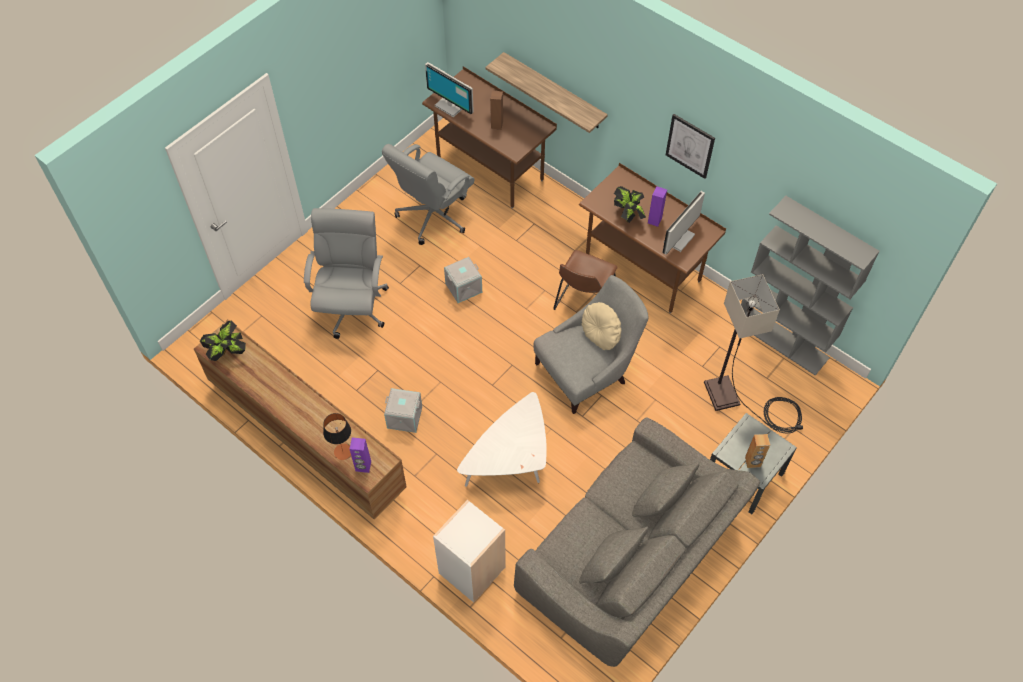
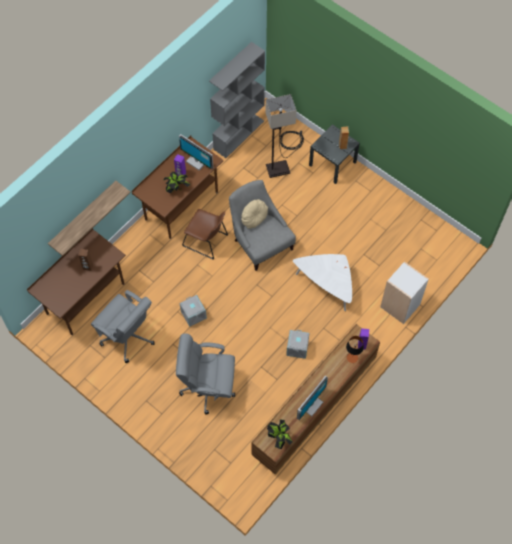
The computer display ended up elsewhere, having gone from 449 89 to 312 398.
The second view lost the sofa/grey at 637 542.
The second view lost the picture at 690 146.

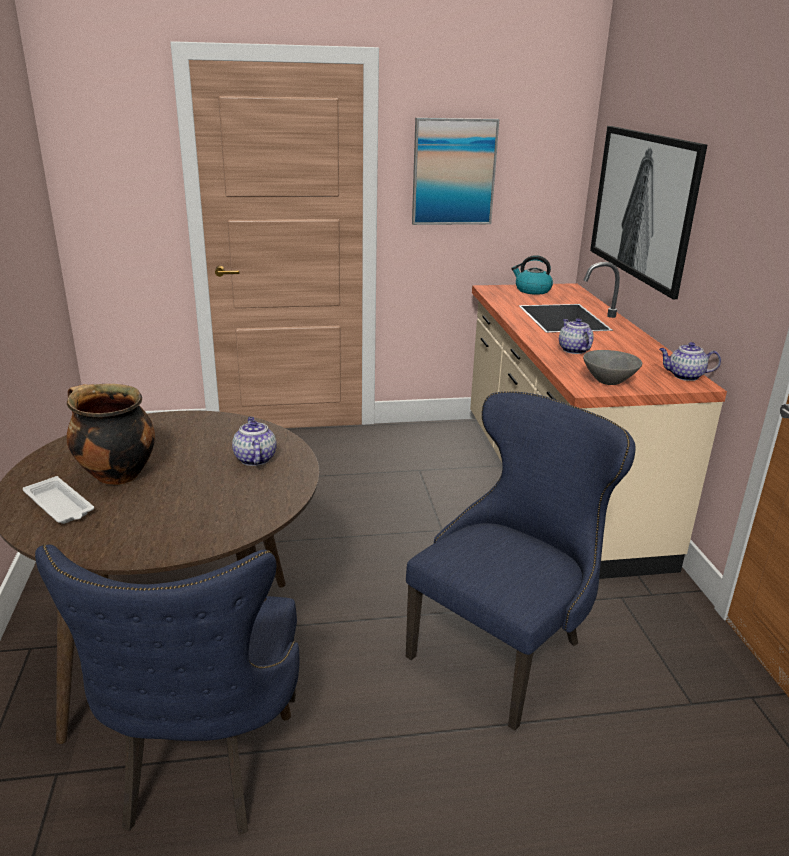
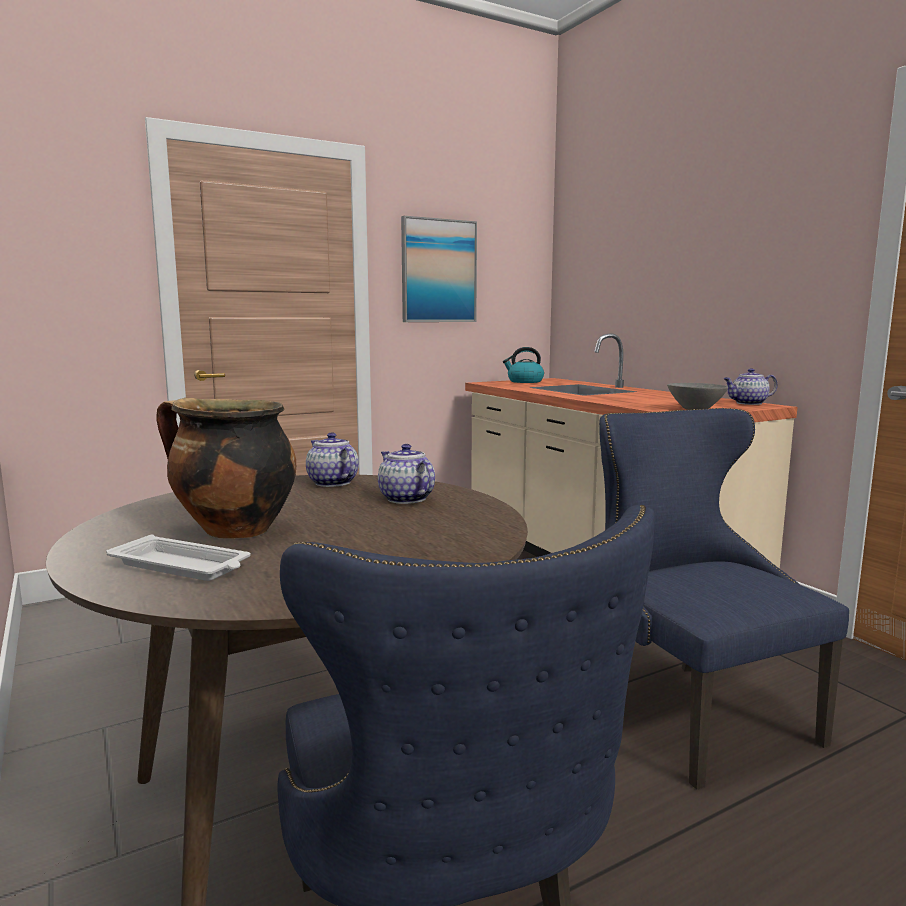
The teapot ended up elsewhere, having gone from 576 336 to 332 459.
The upright chair/blue-coloured at 520 561 ended up facing another way, 45 degrees counterclockwise from before.
The second view lost the picture at 648 212.

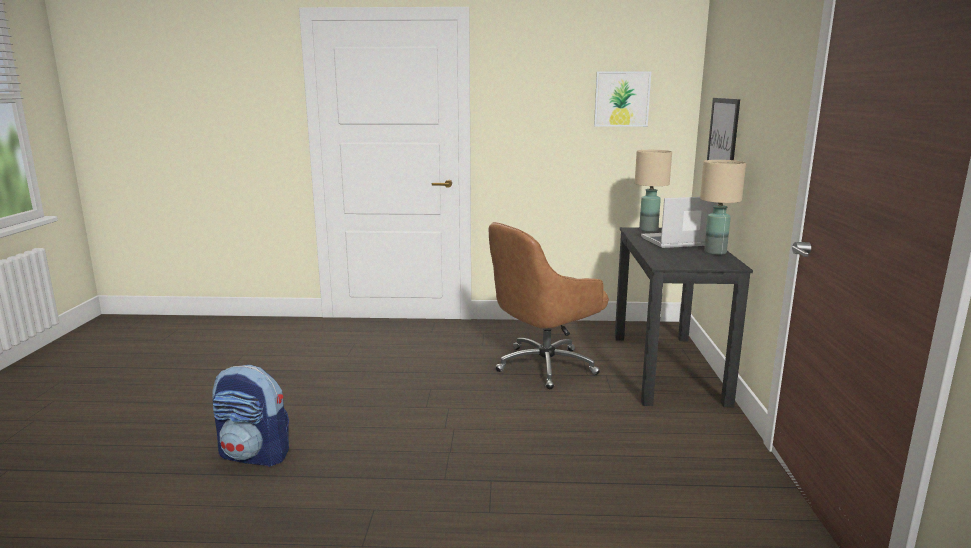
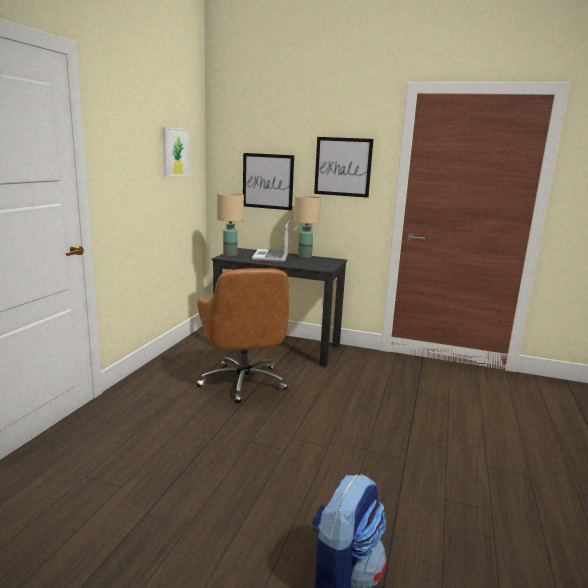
The second view gained the picture at 344 167.

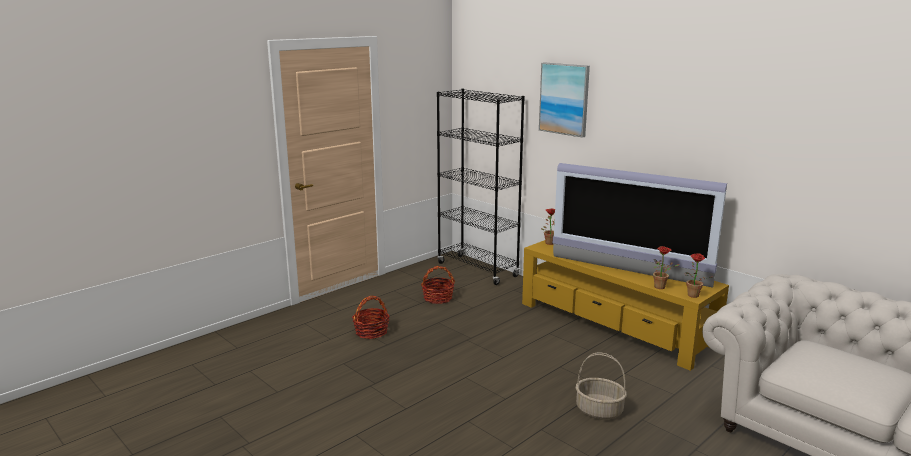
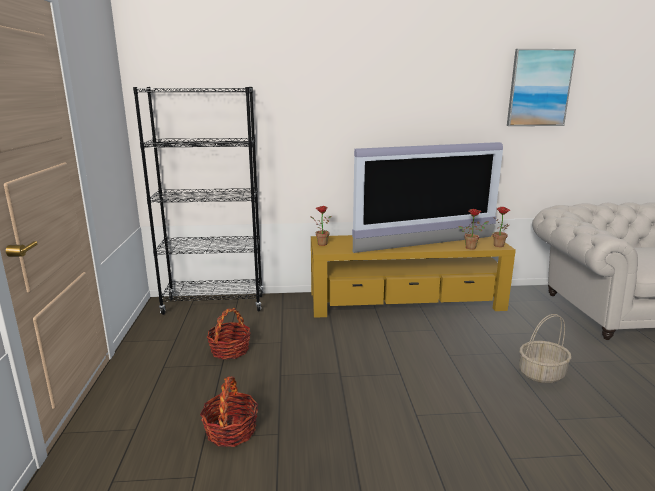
The picture ended up elsewhere, having gone from 564 100 to 541 87.

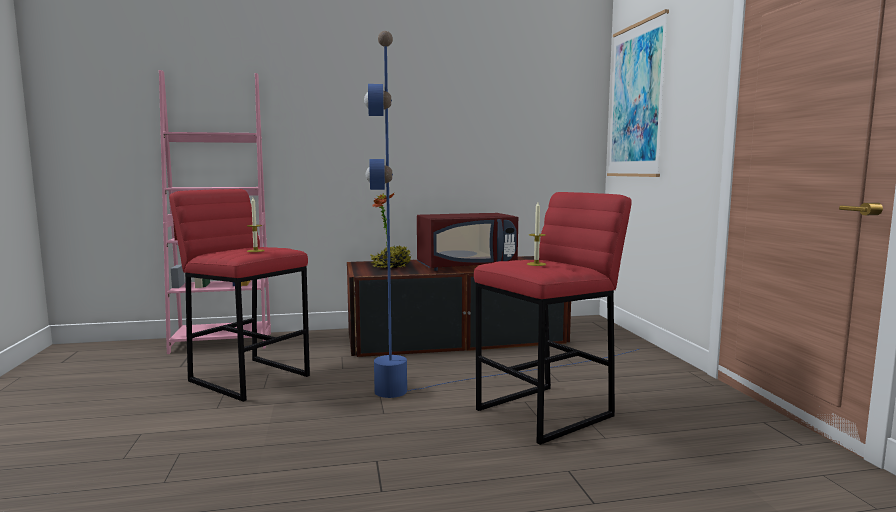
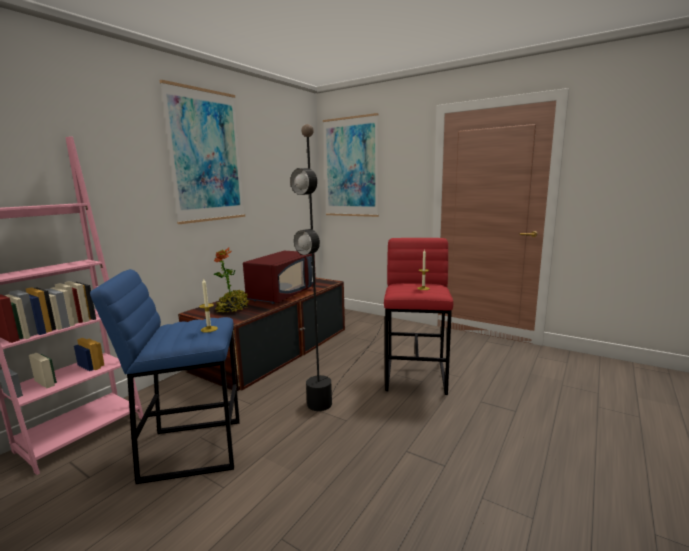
What was the stool/reddish at 239 295 turned into the stool/blue-coloured at 165 376.
The second view gained the picture at 202 152.
What was the floor lamp/blue-coloured at 501 214 turned into the floor lamp/black-coloured at 336 267.

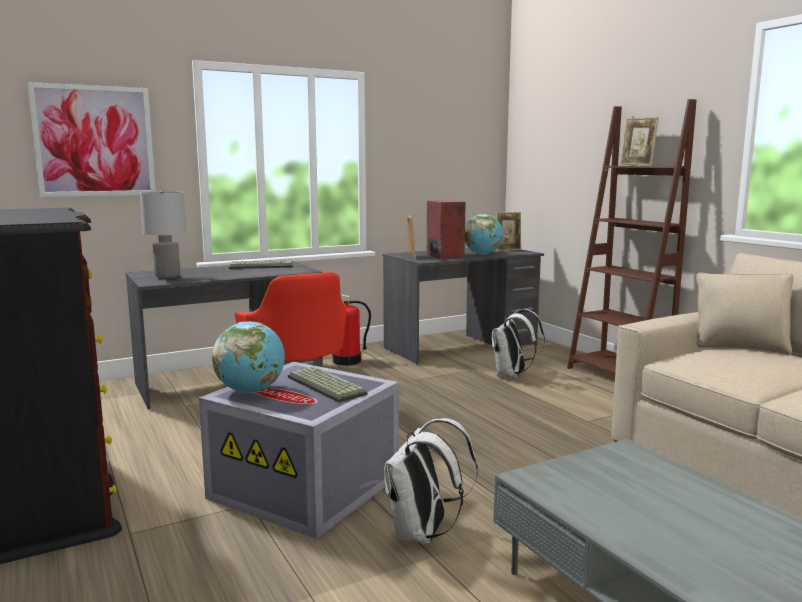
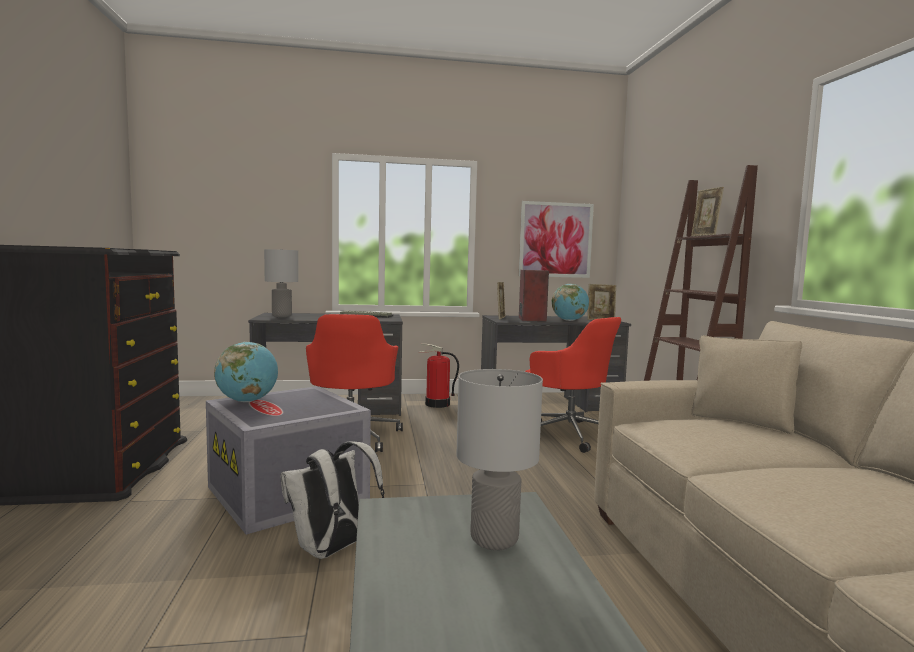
The second view gained the tabletop lamp/grey at 499 459.
The picture ended up elsewhere, having gone from 92 139 to 556 239.
Where the knapsack/whitish stood at 518 343, the computer chair/reddish came to stand at 573 385.
The second view lost the keyboard at 327 384.

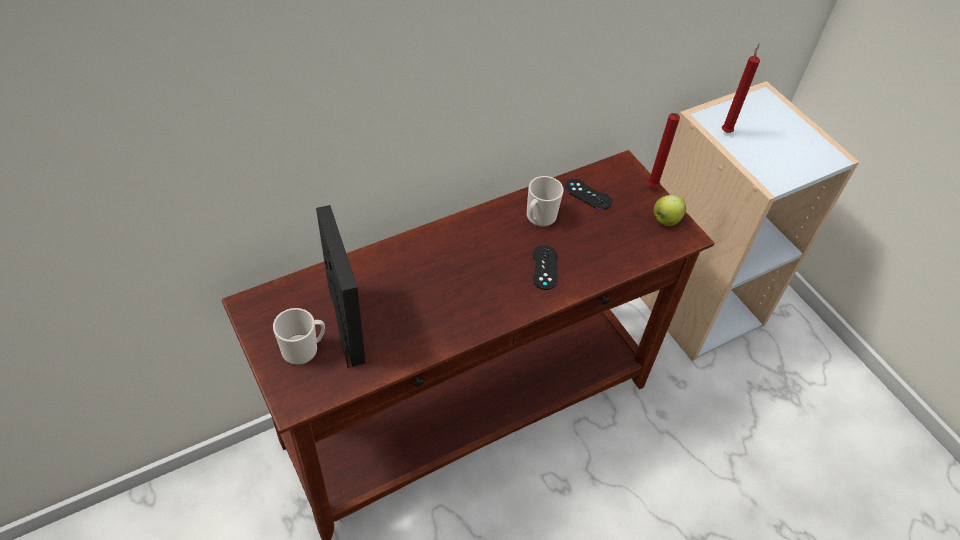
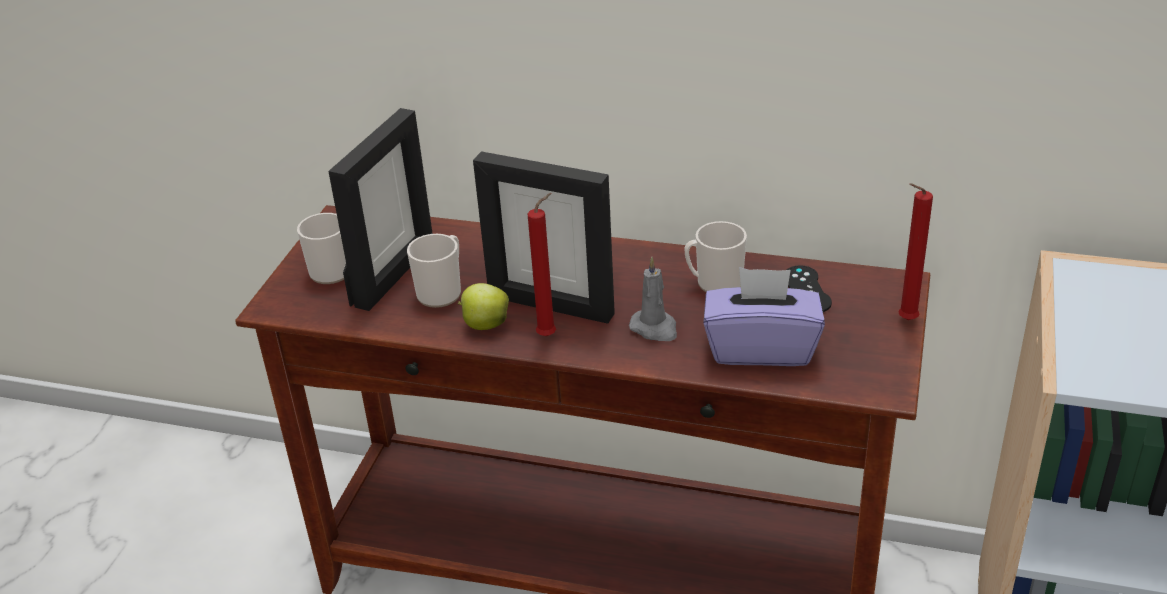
The second view gained the tea mug at 434 271.
The apple ended up elsewhere, having gone from 670 210 to 483 306.
The second view gained the standing frame at 544 237.
The candle/reddish ended up elsewhere, having gone from 741 88 to 542 265.
Where the joypad/black-coloured stood at 545 267, the candle/grey came to stand at 653 299.
The second view gained the tissue box/purple-coloured at 764 316.

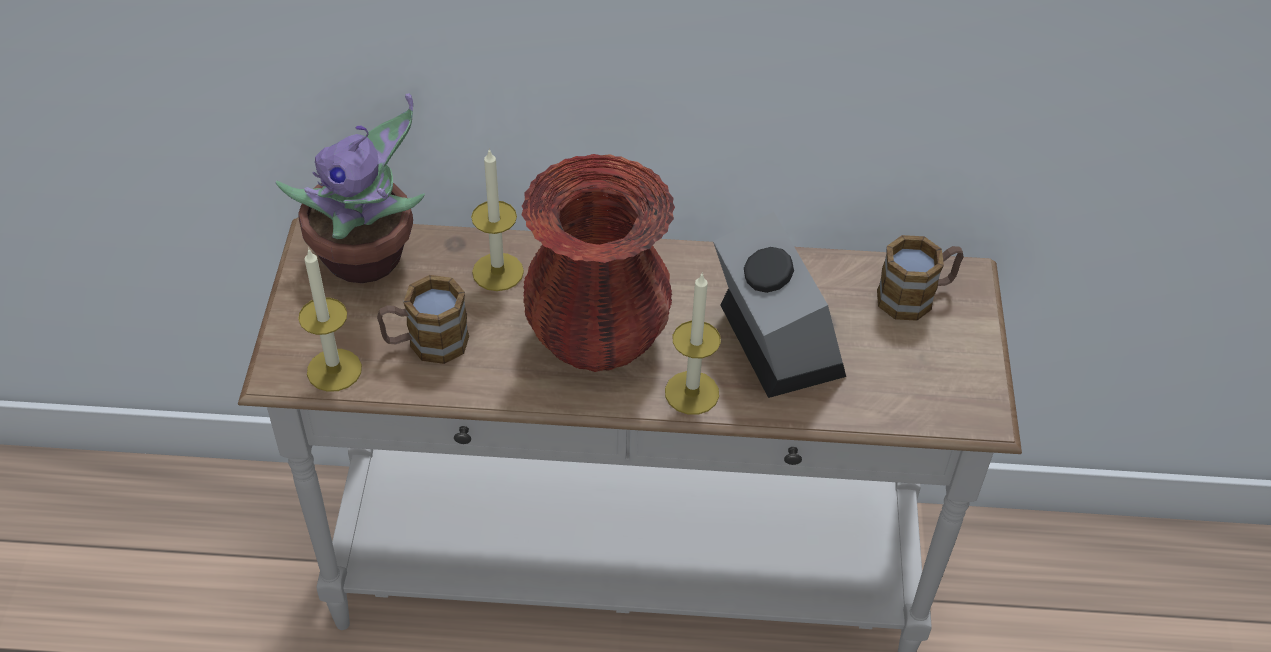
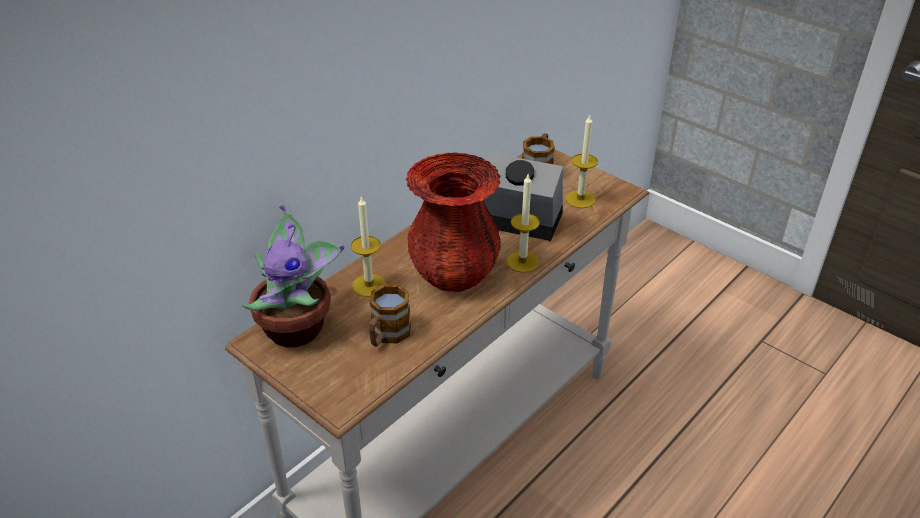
The candle ended up elsewhere, having gone from 330 320 to 582 161.

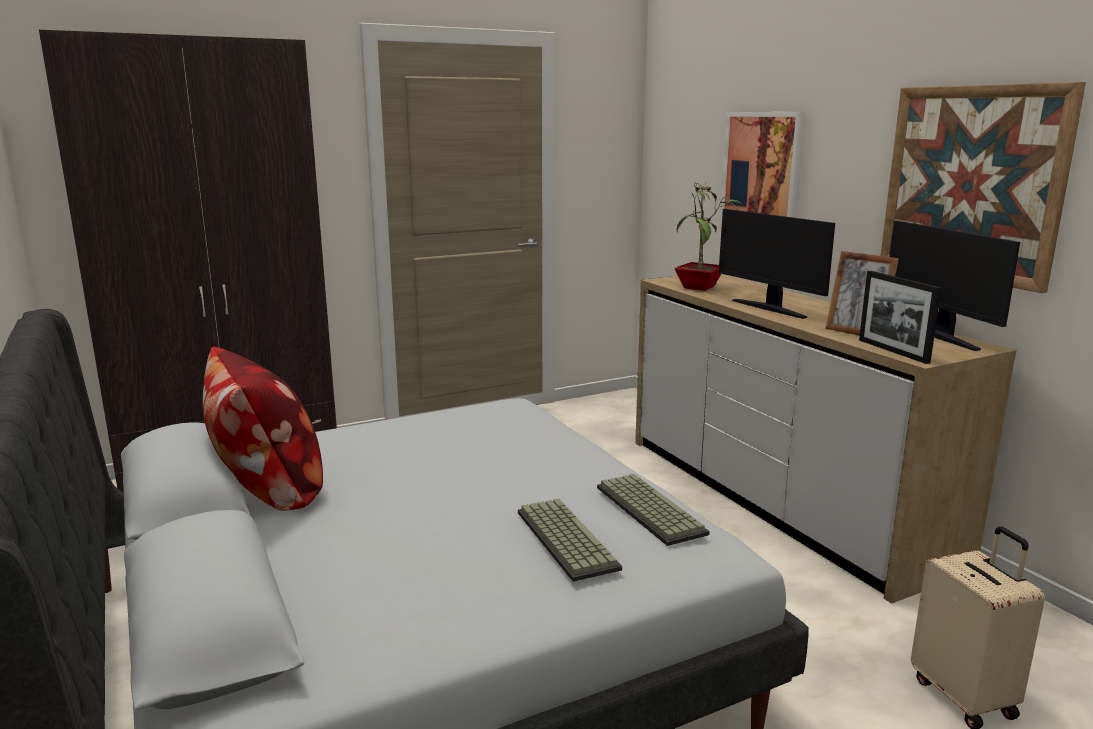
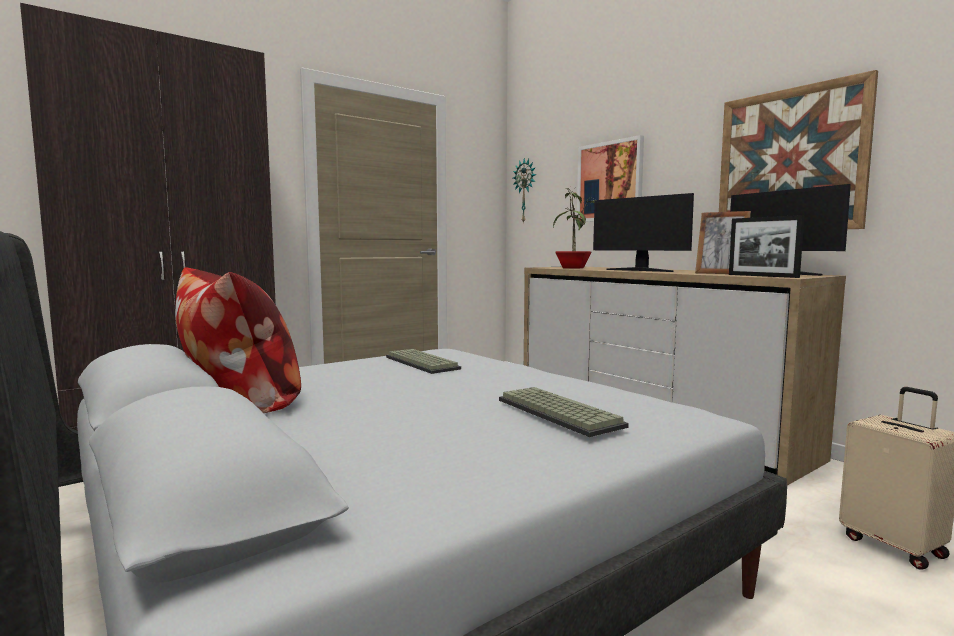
The keyboard ended up elsewhere, having gone from 653 510 to 423 361.
The second view gained the wall clock at 524 191.

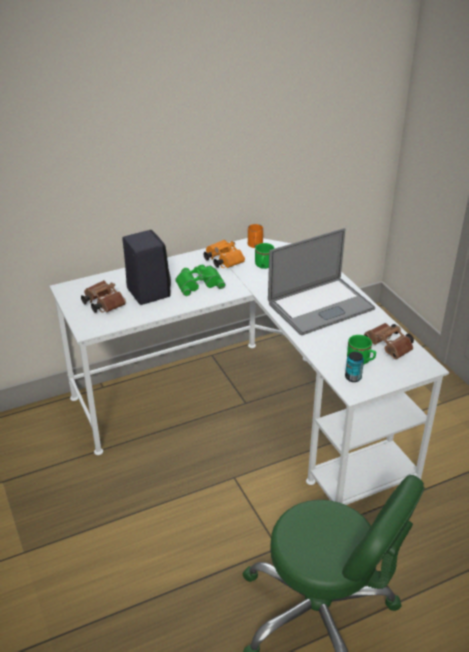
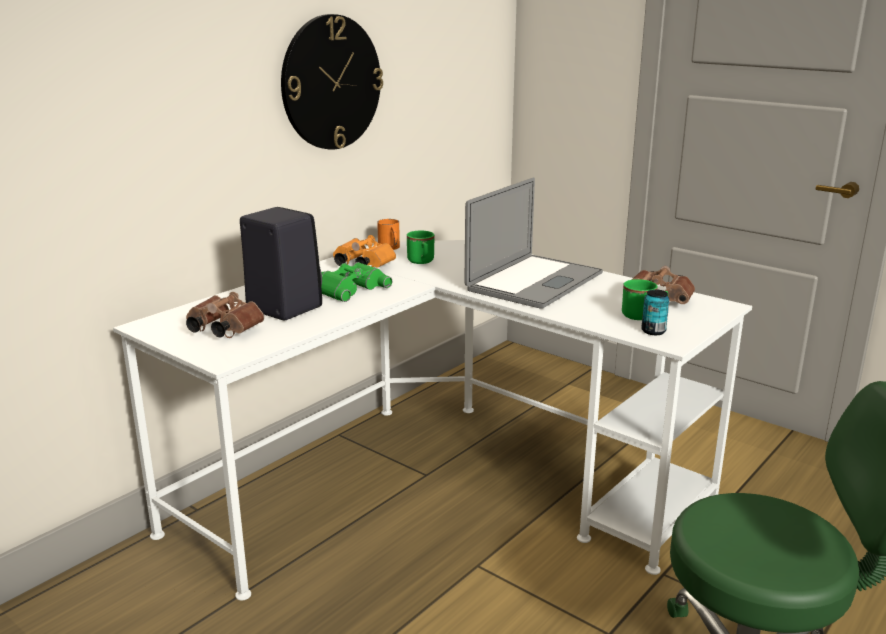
The second view gained the wall clock at 332 82.

